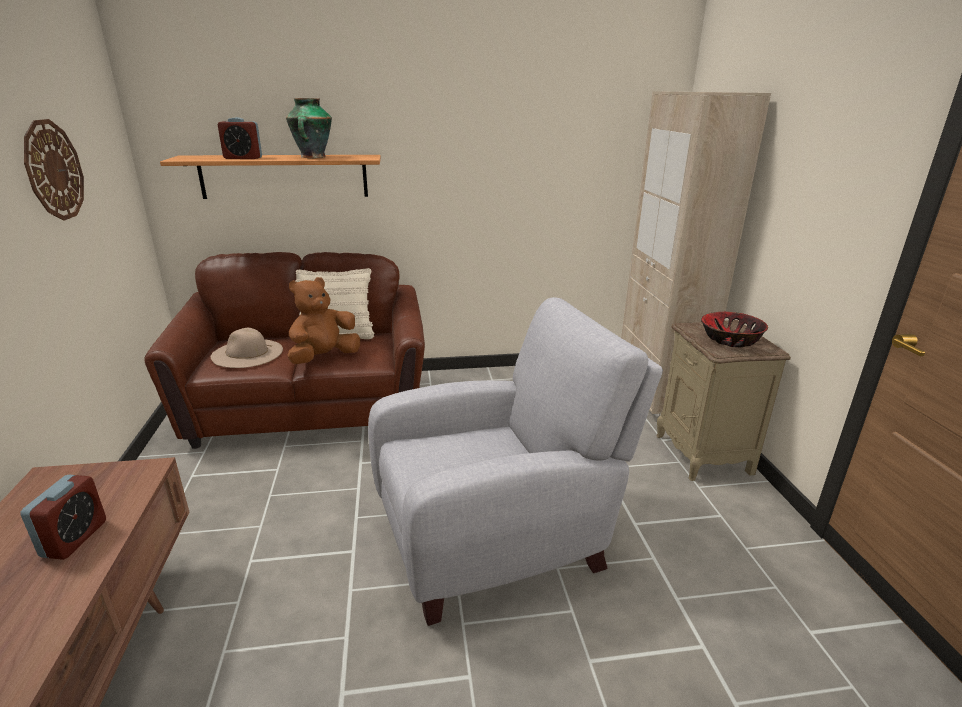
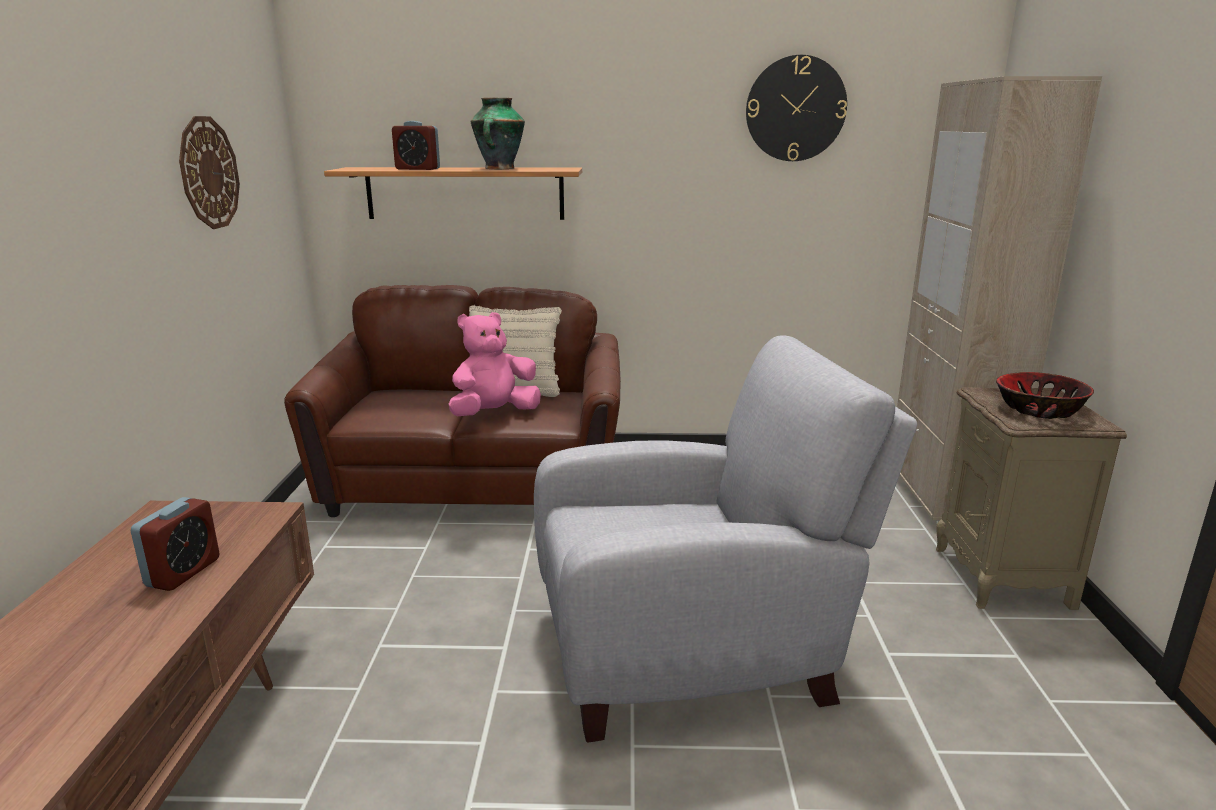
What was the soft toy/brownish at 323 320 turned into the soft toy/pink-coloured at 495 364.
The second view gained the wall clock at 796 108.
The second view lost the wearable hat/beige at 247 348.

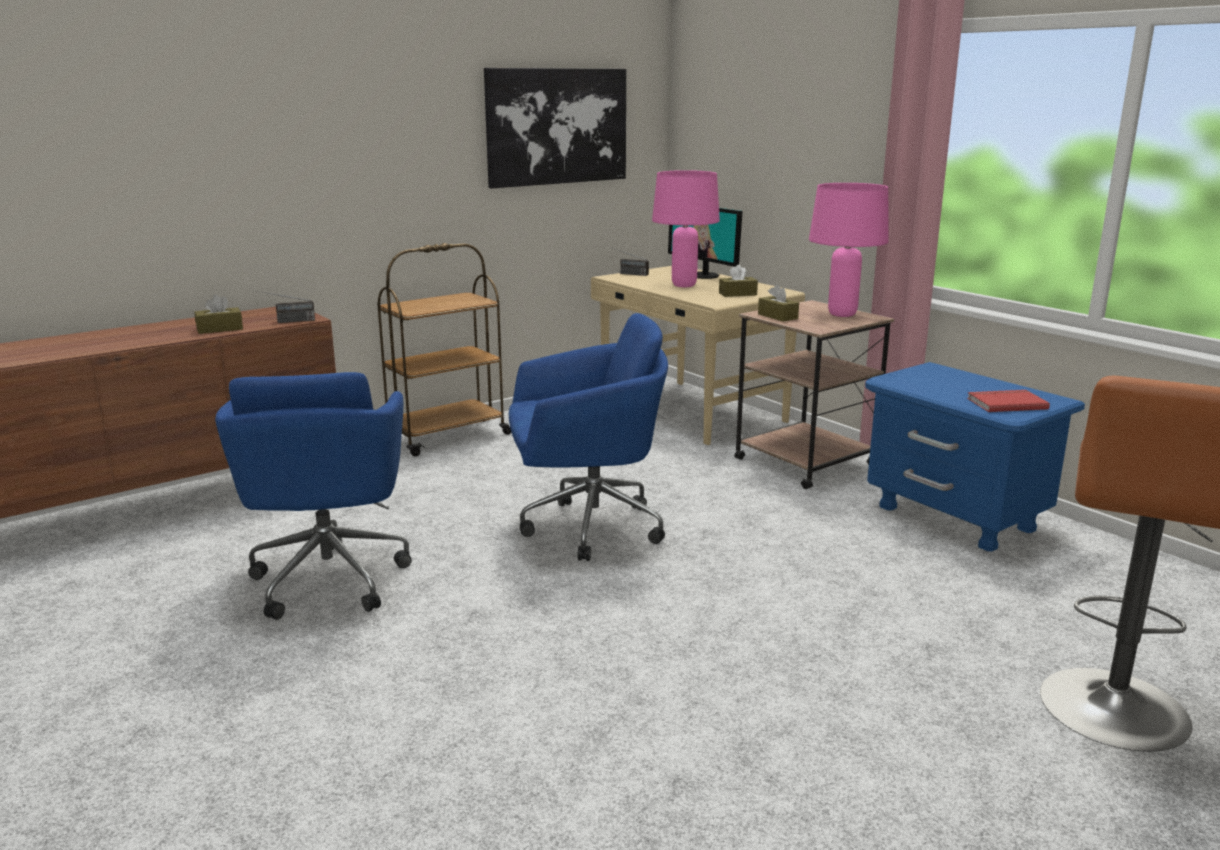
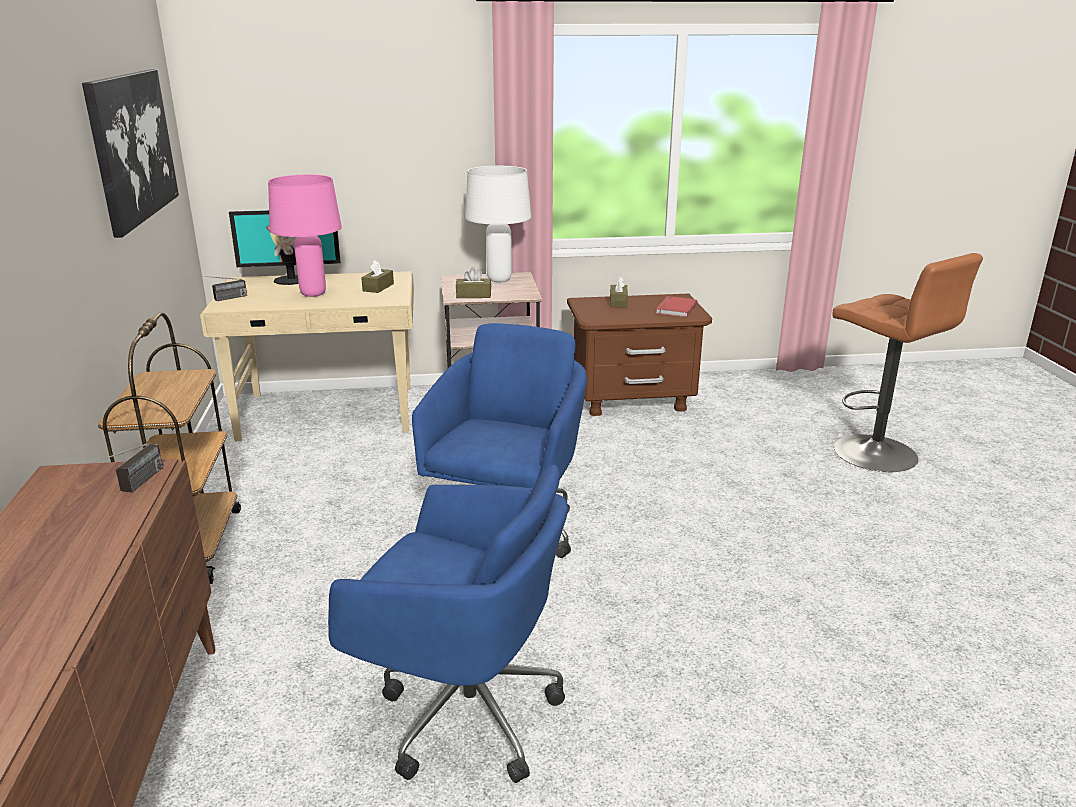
What was the tabletop lamp/pink-coloured at 848 250 turned into the tabletop lamp/whitish at 498 224.
What was the nightstand/blue-coloured at 975 456 turned into the nightstand/brownish at 639 355.
The tissue box/brownish ended up elsewhere, having gone from 218 314 to 619 292.

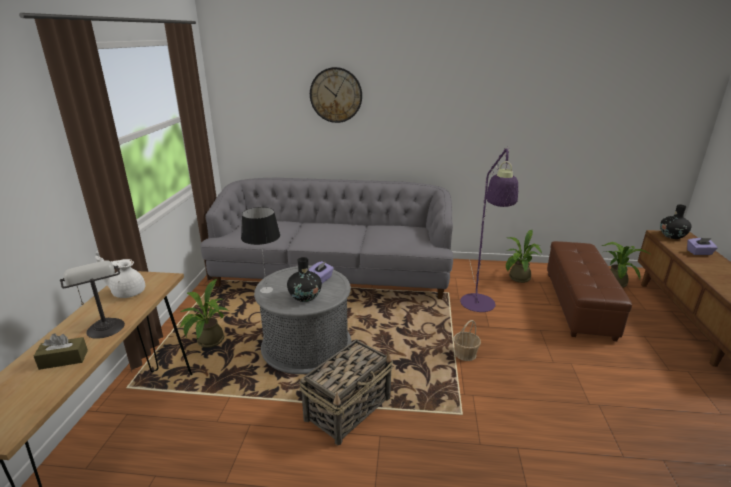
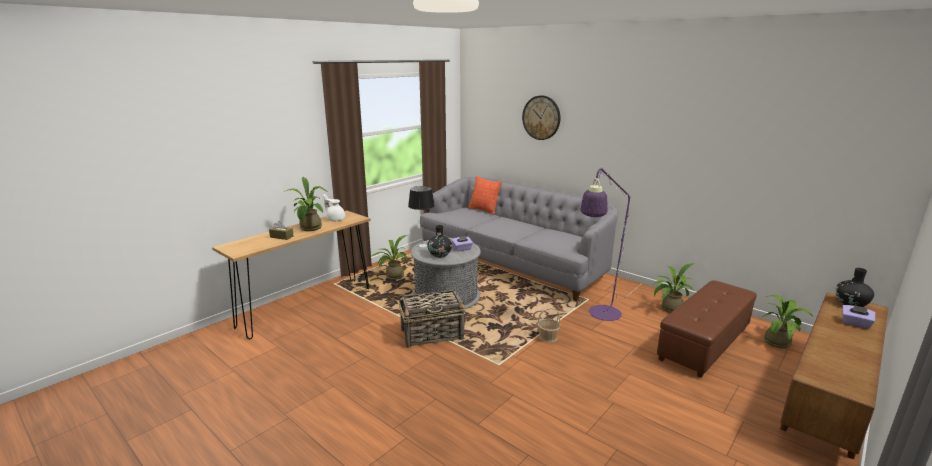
Where the tabletop lamp stood at 92 299, the houseplant came to stand at 304 204.
The second view gained the cushion/orangey at 485 195.

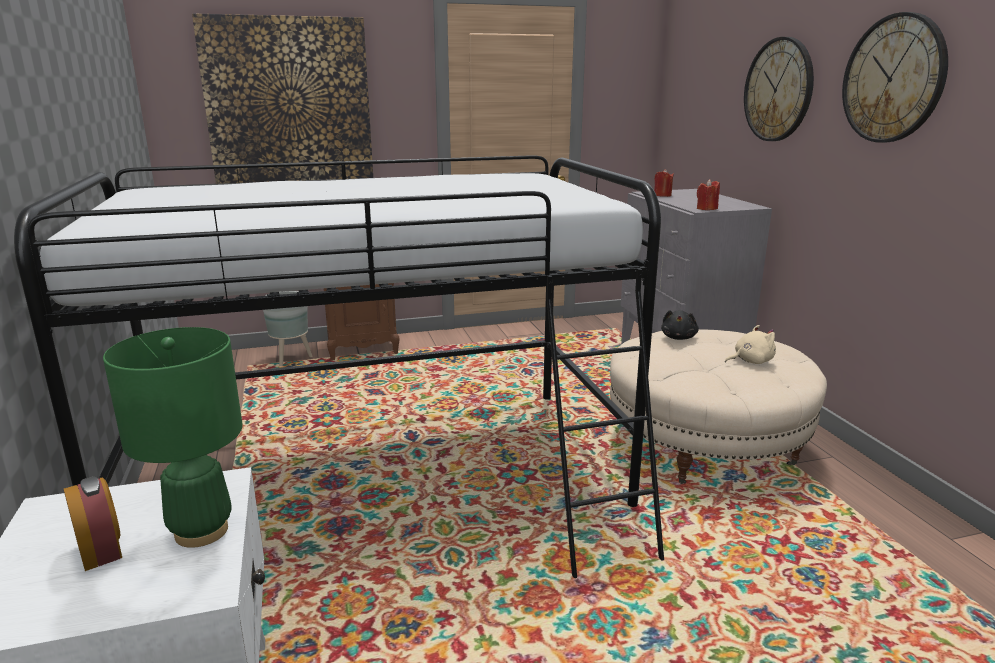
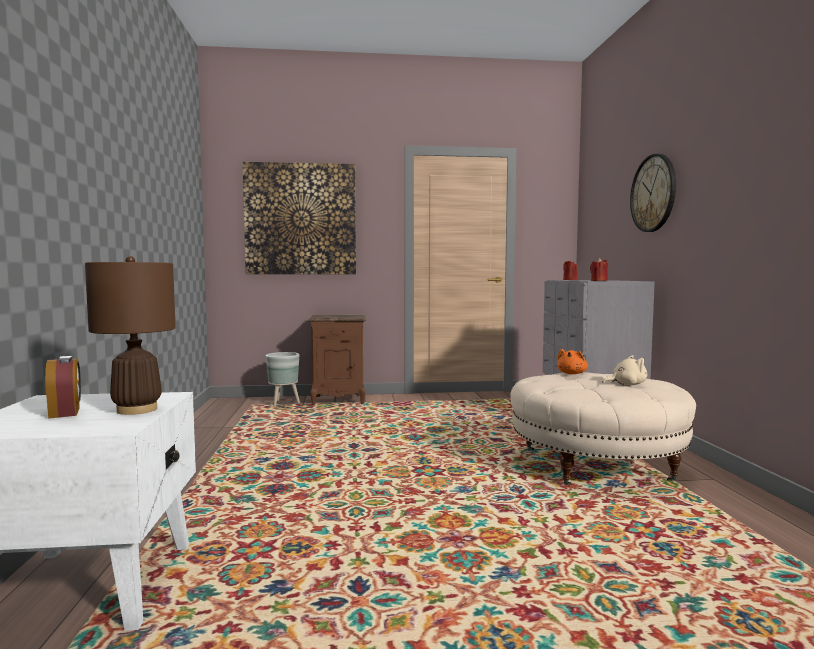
What was the tabletop lamp/green at 173 437 turned into the tabletop lamp/brownish at 130 335.
What was the soft toy/black-coloured at 680 325 turned into the soft toy/orangey at 572 361.
The second view lost the sleeping bed/black-coloured at 339 367.
The second view lost the wall clock at 895 77.

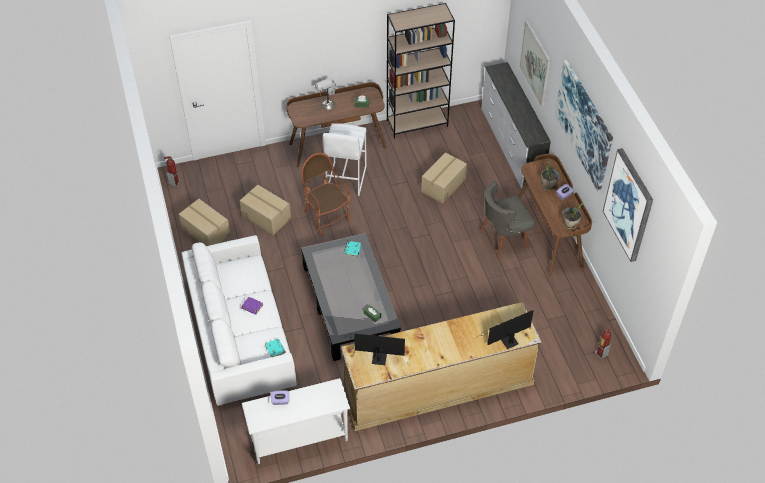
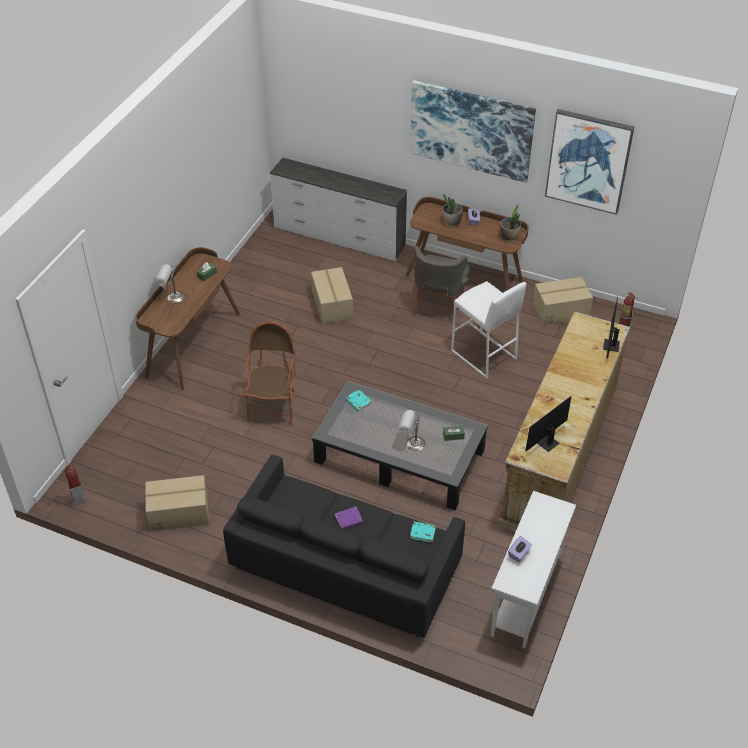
What was the sofa/whitish at 239 320 turned into the sofa/black-coloured at 344 546.
The lounge chair at 326 194 ended up facing another way, 90 degrees clockwise from before.
The second view gained the tabletop lamp/whitish at 411 430.
The stool/whitish ended up elsewhere, having gone from 345 159 to 489 330.
The cardboard box ended up elsewhere, having gone from 265 210 to 563 301.
The second view lost the shelving unit/beige at 421 70.
The second view lost the picture at 535 63.

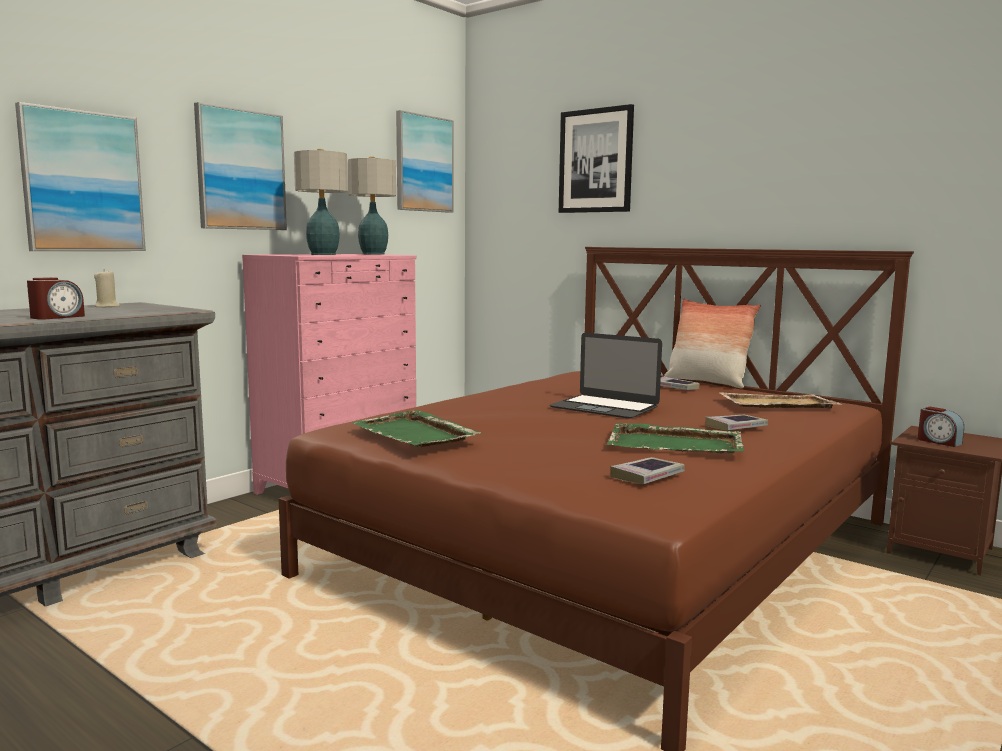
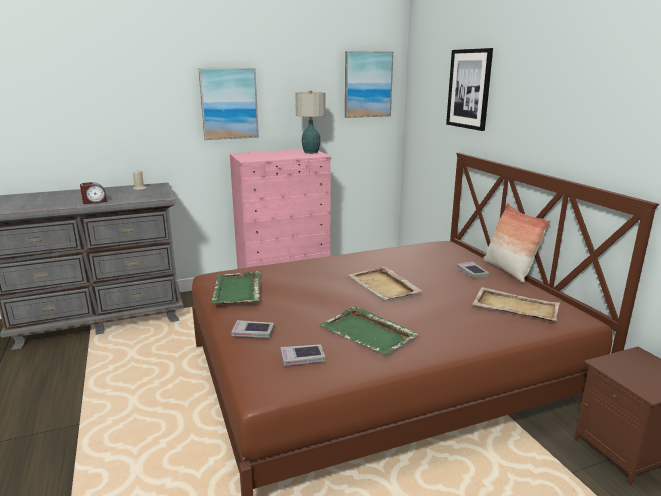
The book ended up elsewhere, having gone from 736 422 to 252 329.
Where the notebook computer stood at 606 376, the carrying tray/beige came to stand at 386 283.
The second view lost the picture at 80 176.
The second view lost the tabletop lamp at 321 202.
The second view lost the table clock at 941 427.

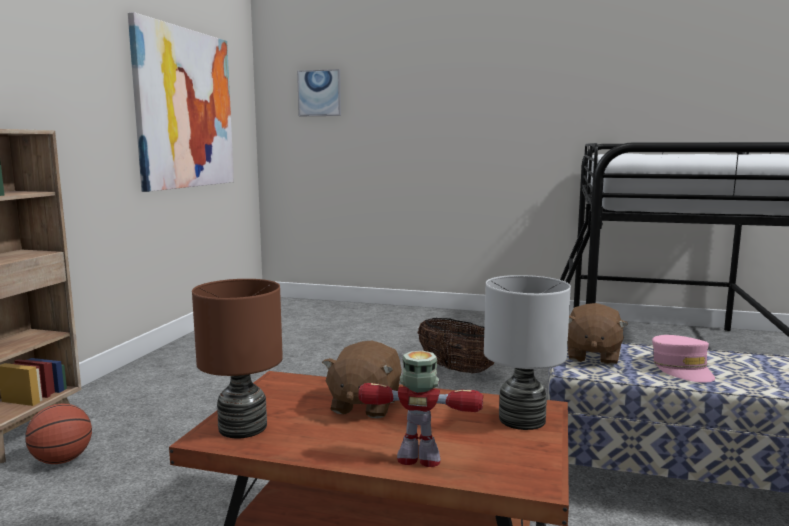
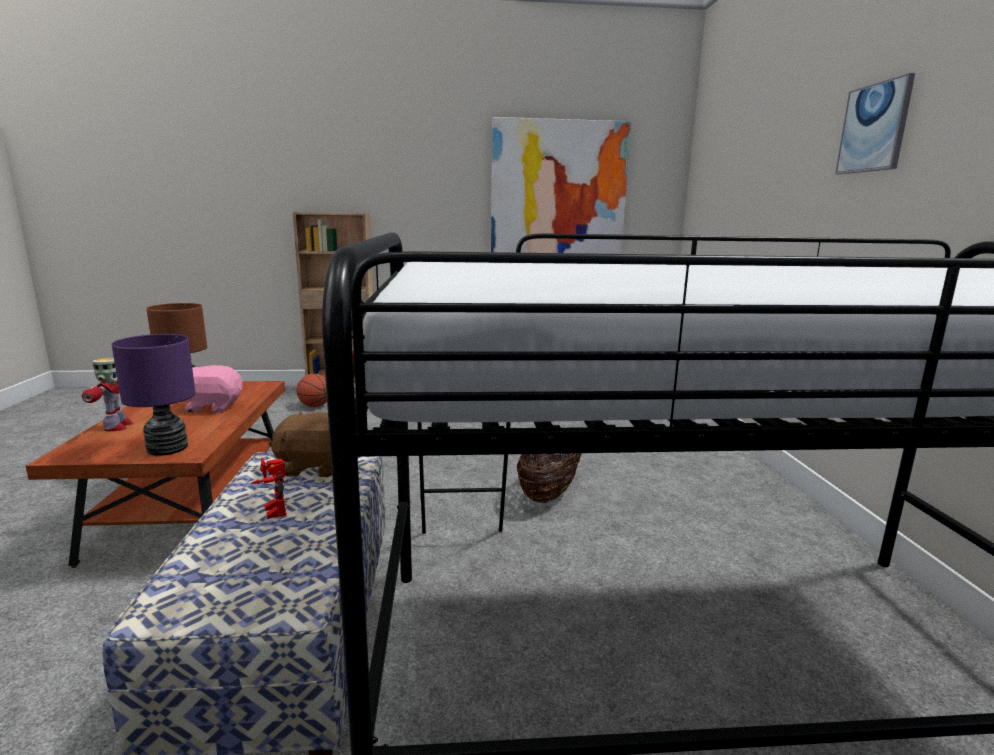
What was the tabletop lamp/grey at 527 352 turned into the tabletop lamp/purple-coloured at 153 395.
What was the soft toy/brownish at 362 379 turned into the soft toy/pink-coloured at 214 389.
Where the cap/pink-coloured stood at 683 359, the model robot came to stand at 269 488.
The picture ended up elsewhere, having gone from 319 92 to 875 124.

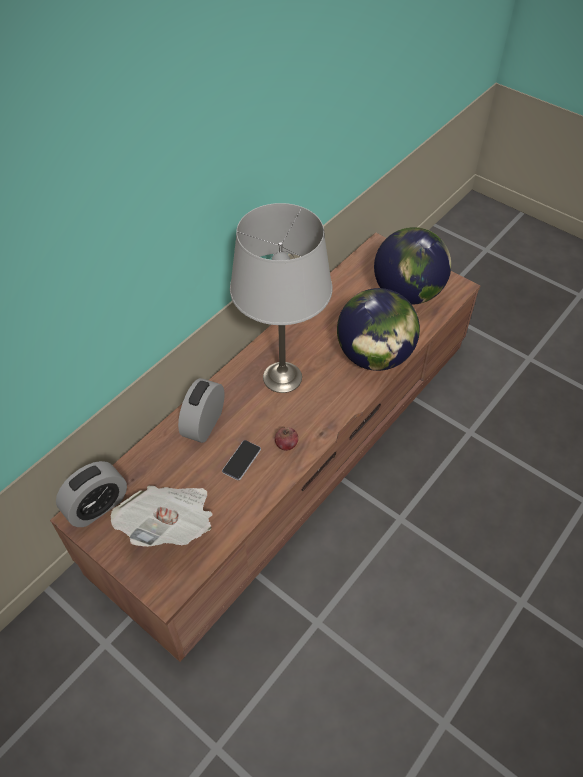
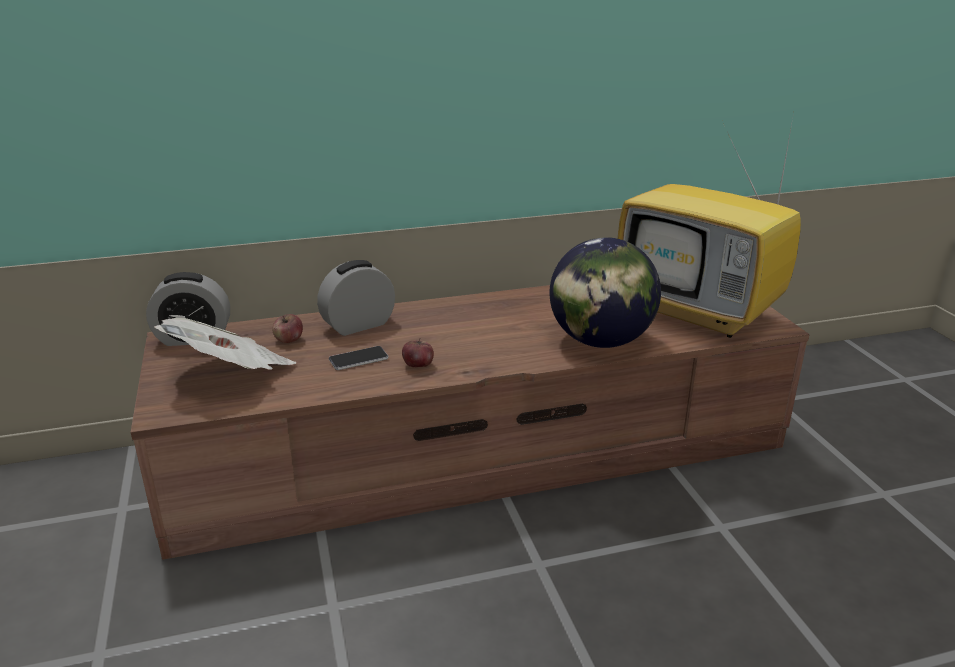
The second view gained the apple at 287 328.
Where the world globe stood at 412 266, the TV came to stand at 709 225.
The second view lost the tabletop lamp/grey at 281 298.

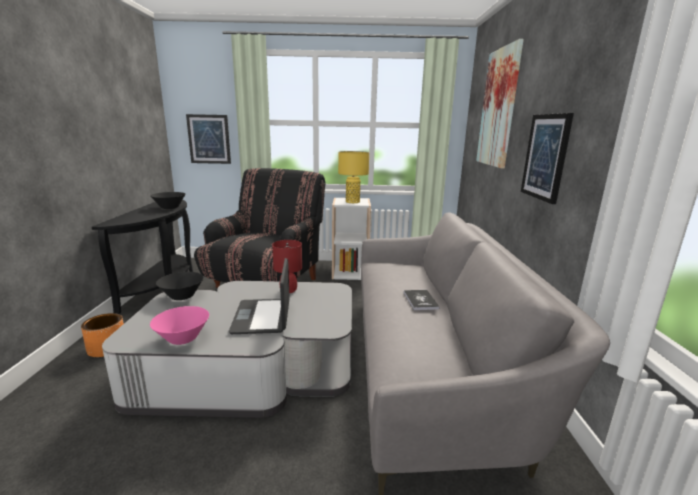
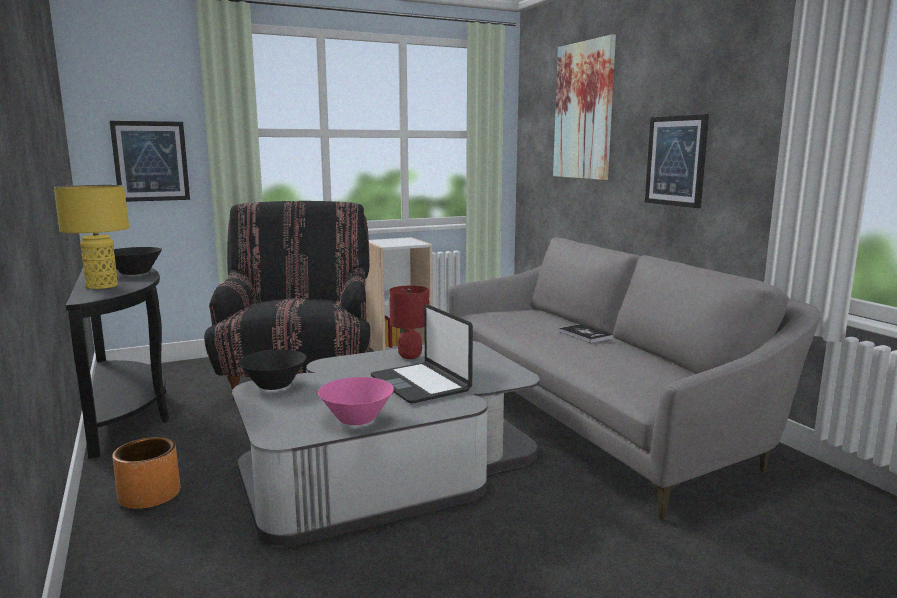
The tabletop lamp/yellowish ended up elsewhere, having gone from 353 177 to 91 237.

